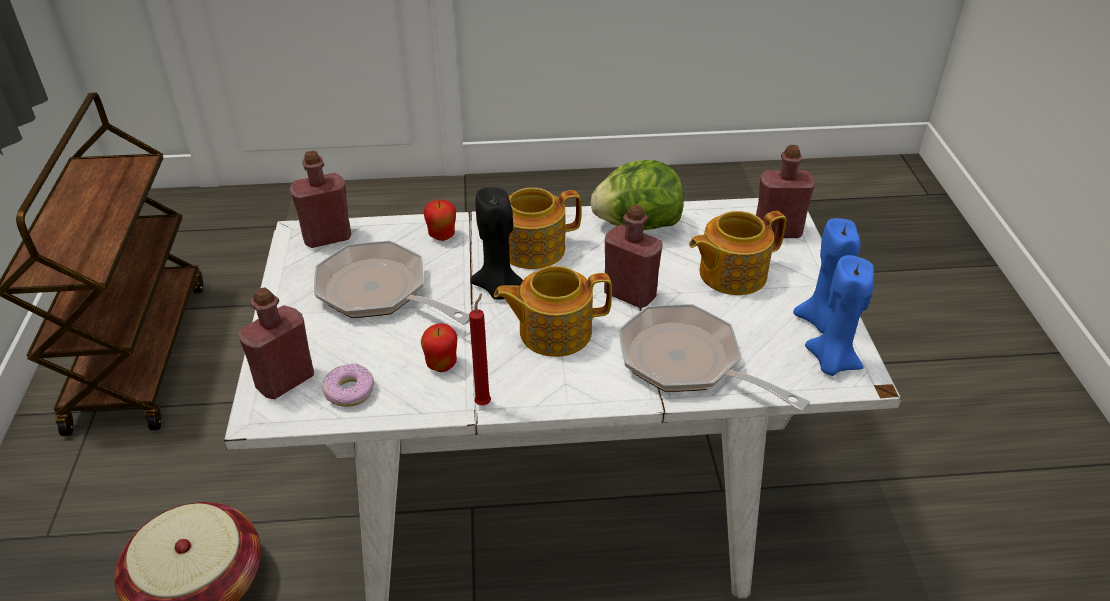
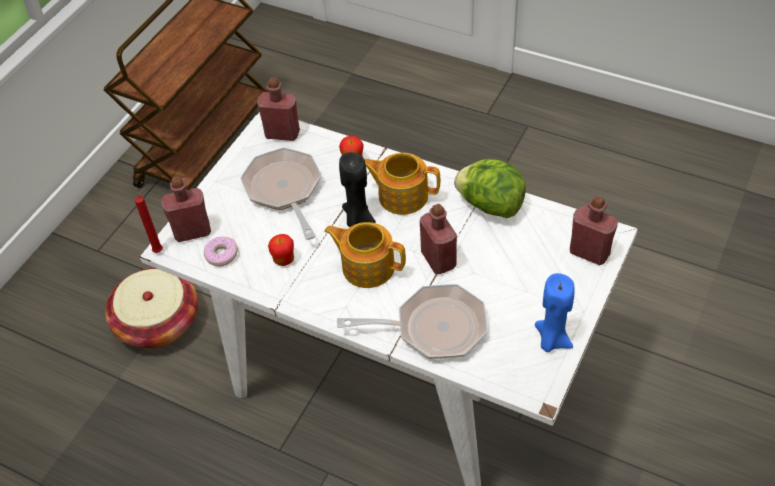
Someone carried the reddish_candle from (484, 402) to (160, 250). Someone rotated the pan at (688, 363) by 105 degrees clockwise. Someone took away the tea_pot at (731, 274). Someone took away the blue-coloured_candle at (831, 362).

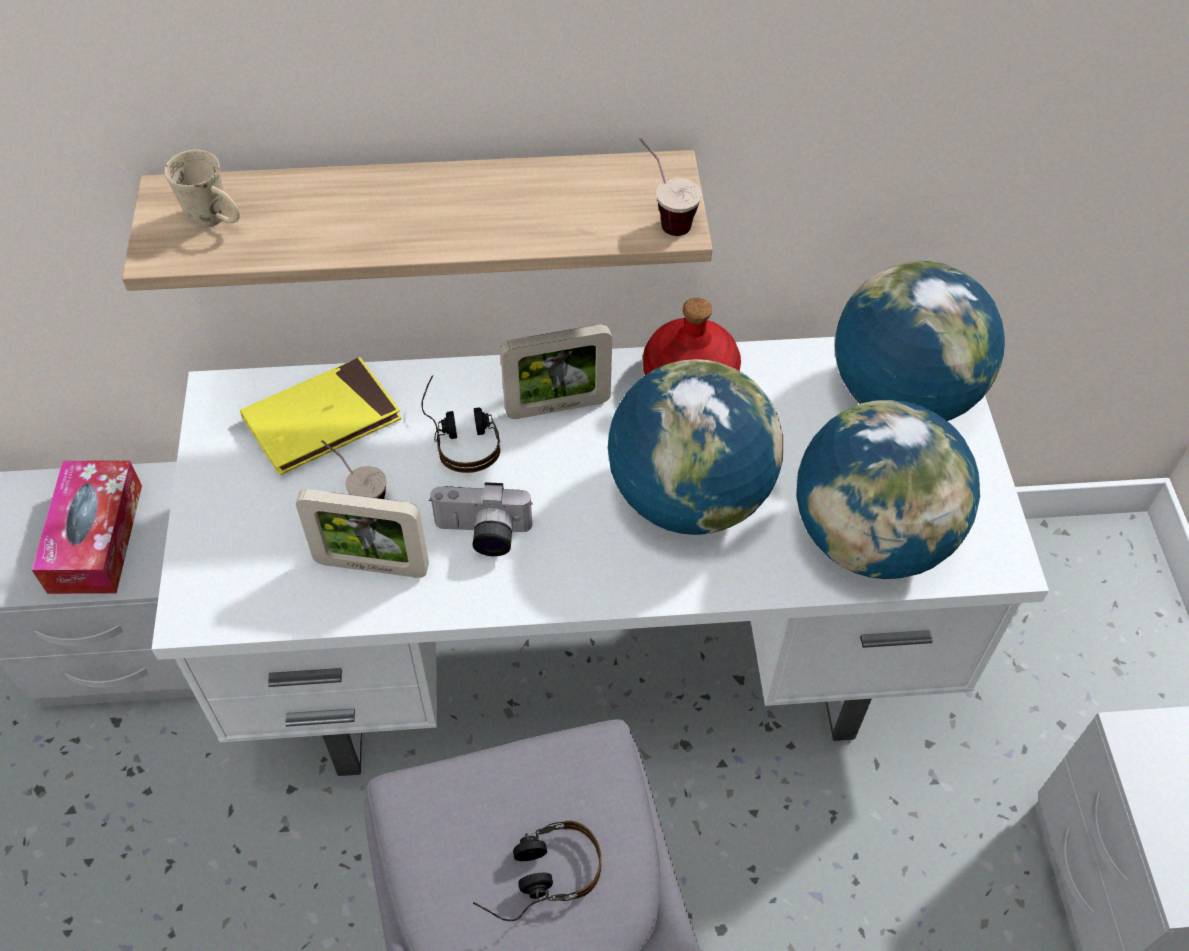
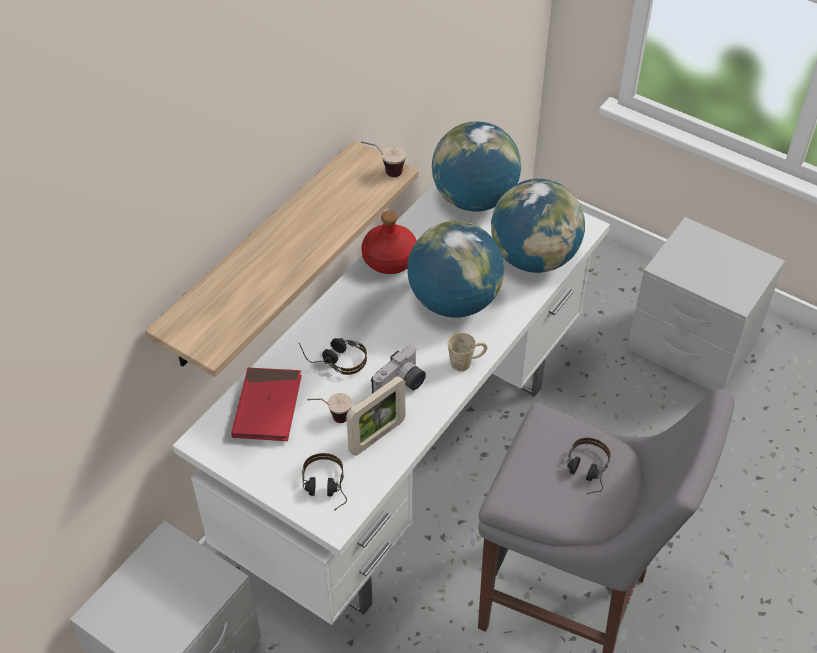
Someone repainted the yellow-coloured_volume at (322, 420), which became the reddish_volume at (267, 407). Someone put down the headset at (325, 490). Someone carried the sand-coloured_coffee_mug from (216, 220) to (467, 362). Someone took away the tissue_holder at (96, 538). Someone took away the photo_frame at (557, 407).

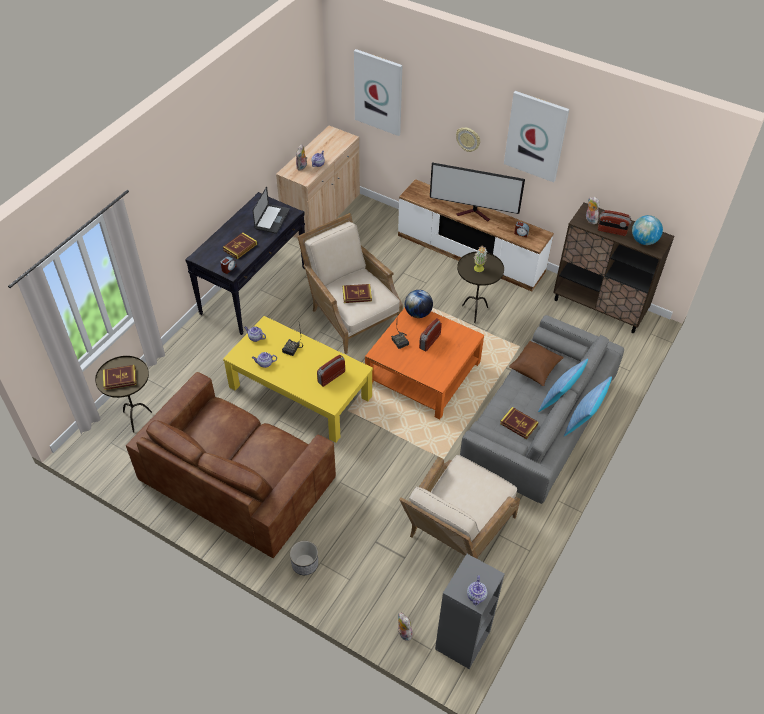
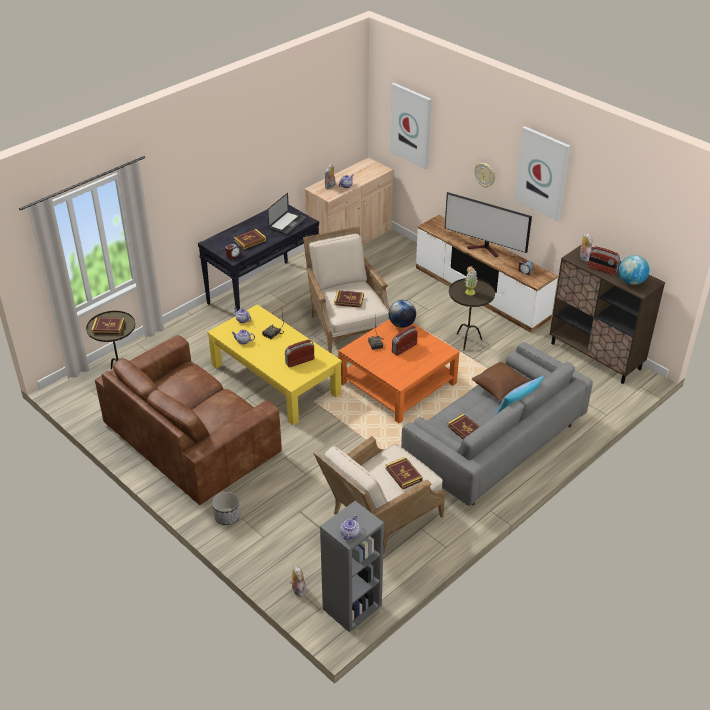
Someone put down the volume at (403, 474). Someone took away the throw_pillow at (583, 421).

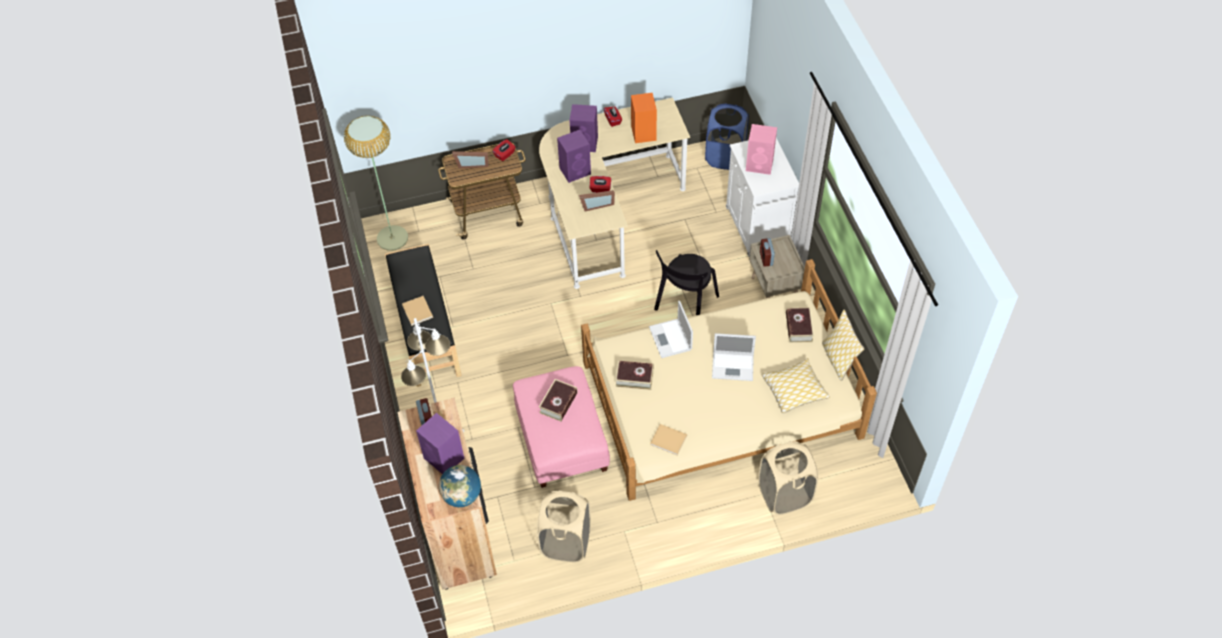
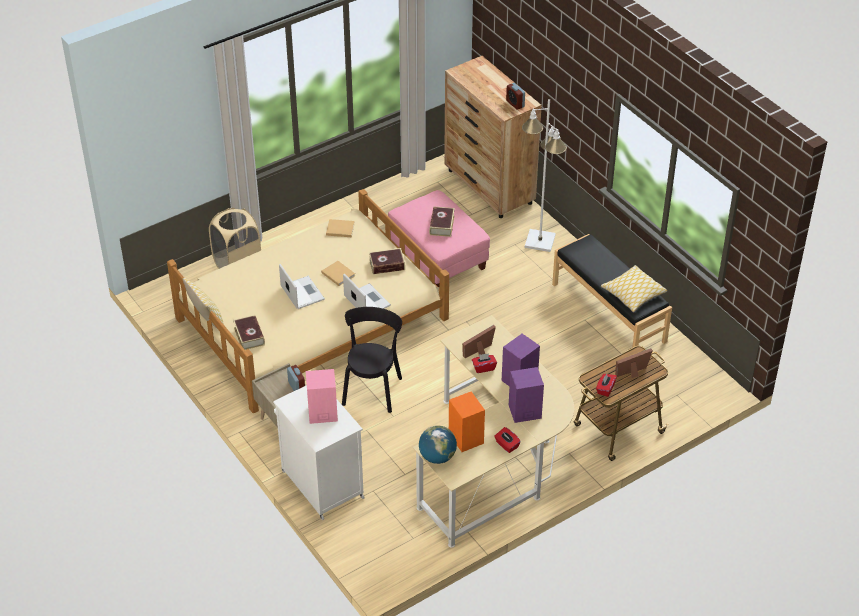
Someone rotated the laptop at (733, 366) by 75 degrees clockwise. Someone carried the sand-coloured_volume from (418, 312) to (337, 273). Someone carried the world_globe from (462, 496) to (437, 457). Someone carried the throw_pillow from (794, 390) to (633, 294). Someone took away the standing_lamp at (392, 238). Someone took away the purplish_audio_speaker at (444, 459). Someone took away the sand-coloured_washing_basket at (566, 543). Someone took away the blue-coloured_washing_basket at (725, 157).

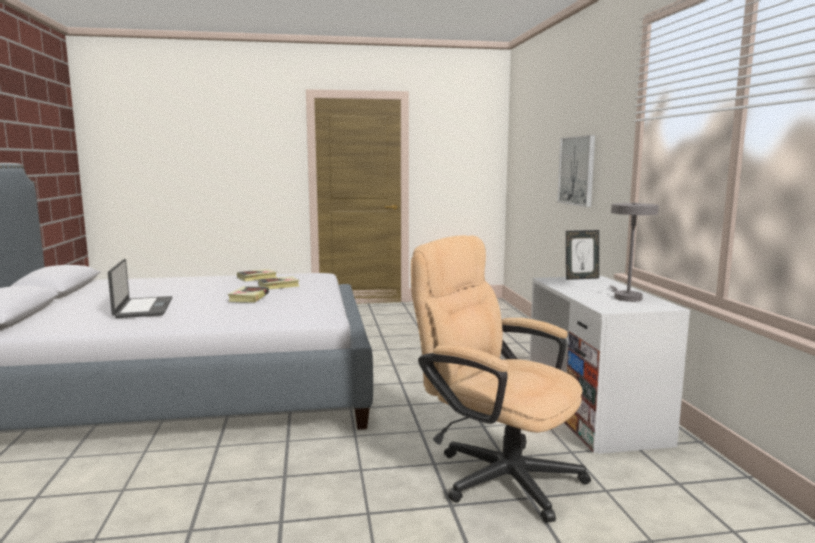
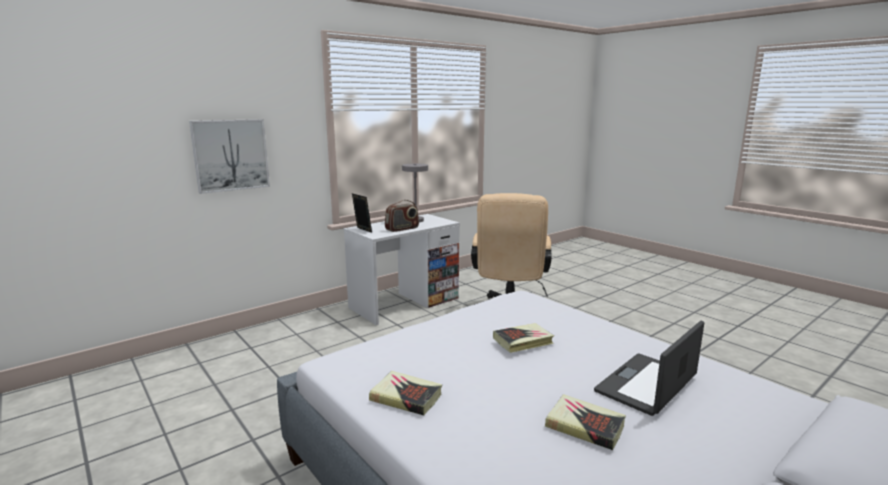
Someone put down the radio_receiver at (402, 229). Someone carried the volume from (279, 286) to (584, 426).

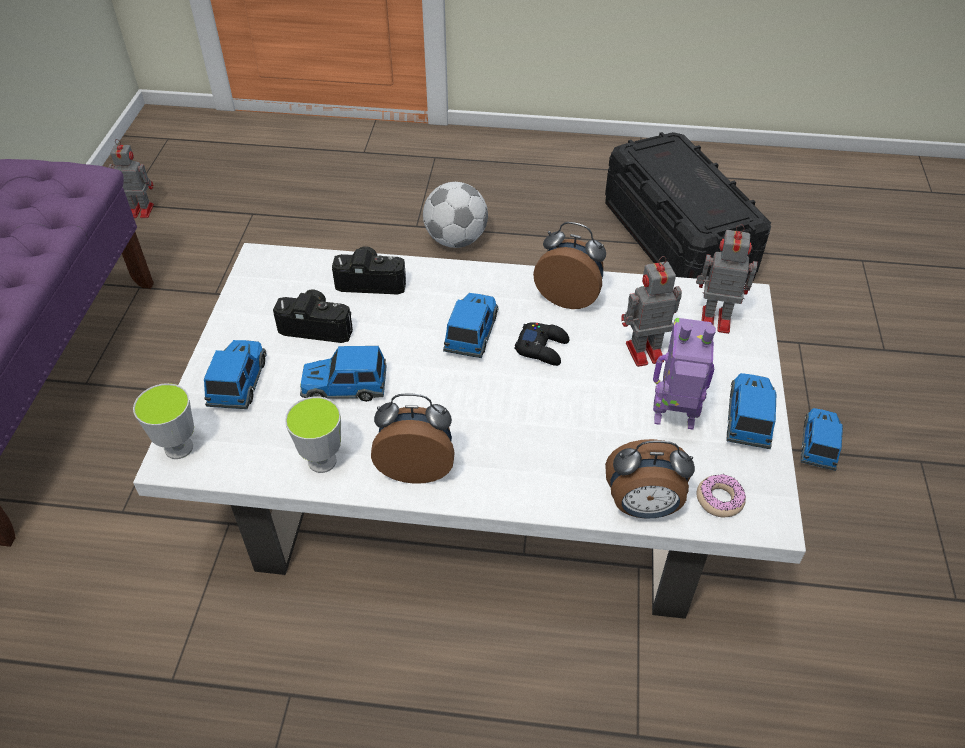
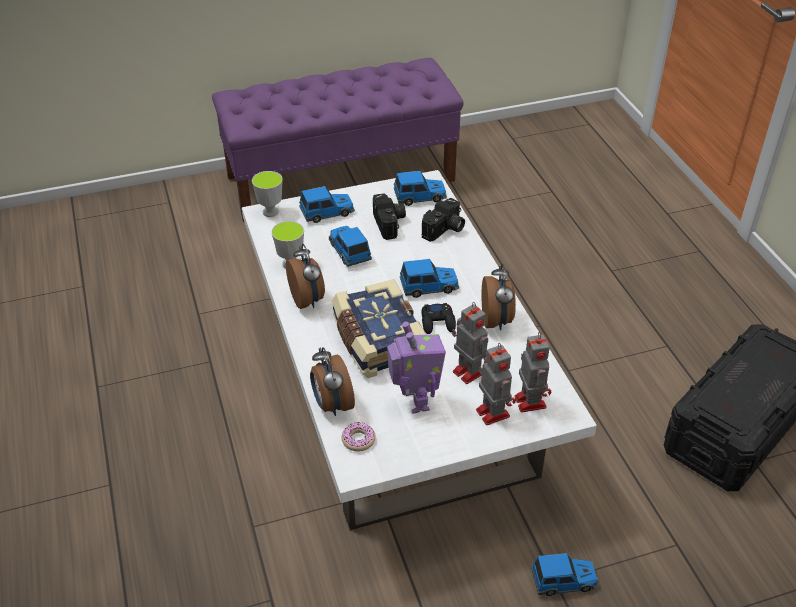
Someone put down the volume at (377, 341). Someone carried the toy_car from (748, 418) to (420, 197). Someone rotated the still_camera at (372, 280) by 60 degrees clockwise. Someone carried the model_robot from (140, 211) to (492, 412). Someone took away the football at (456, 240).

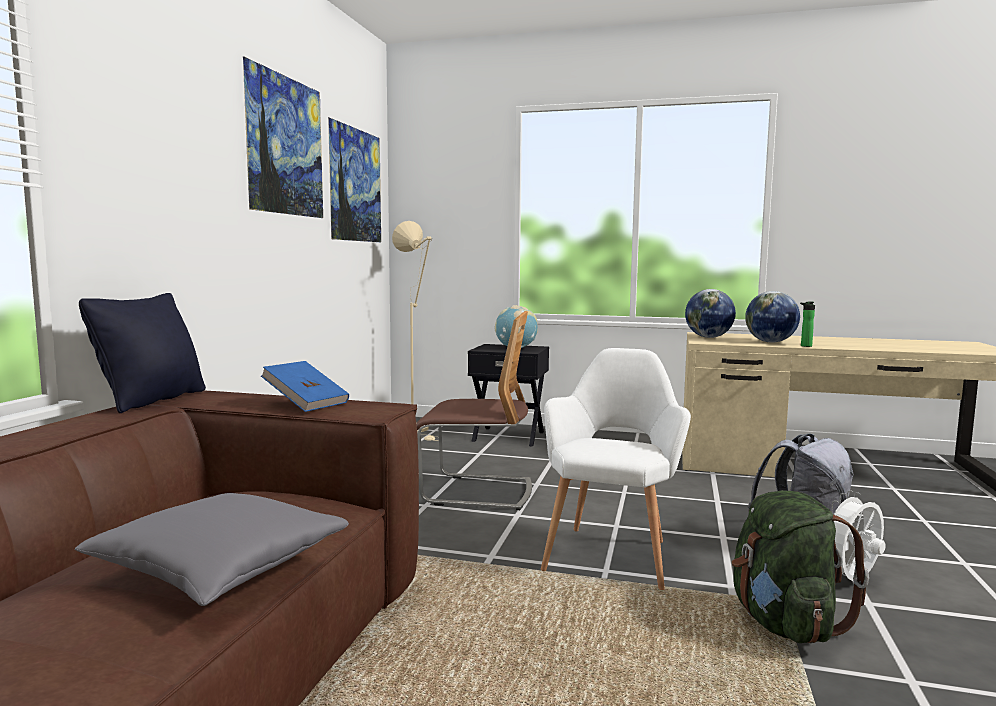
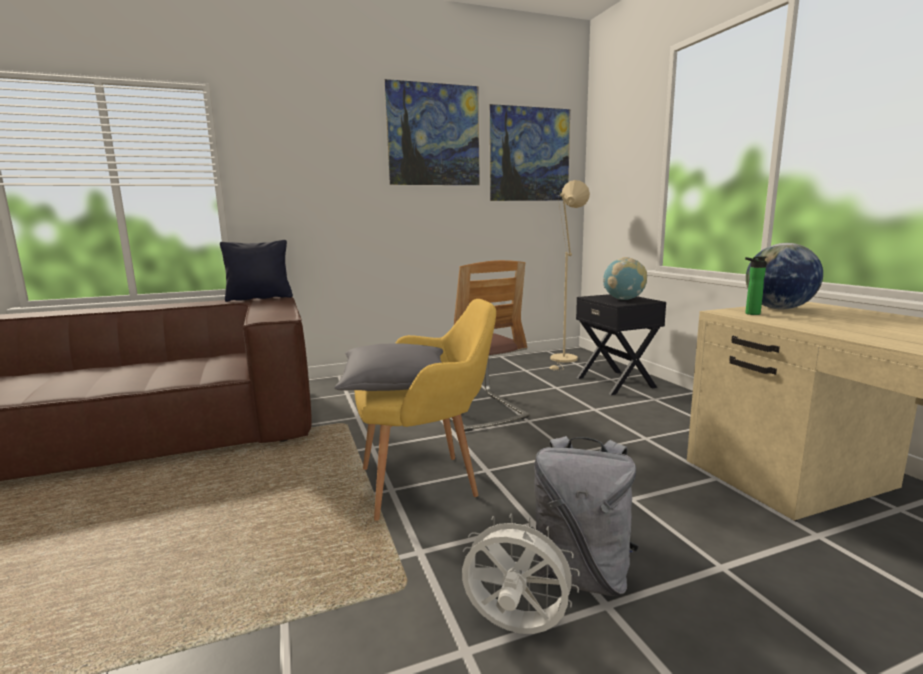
Someone carried the grey_throw_pillow from (220, 569) to (396, 384). Someone repainted the white_lounge_chair at (612, 553), which became the yellow-coloured_lounge_chair at (427, 483). Someone carried the drink_bottle from (805, 346) to (750, 313). Someone took away the blue-coloured_volume at (306, 403). Someone took away the green-coloured_rucksack at (784, 623). Someone took away the world_globe at (770, 342).

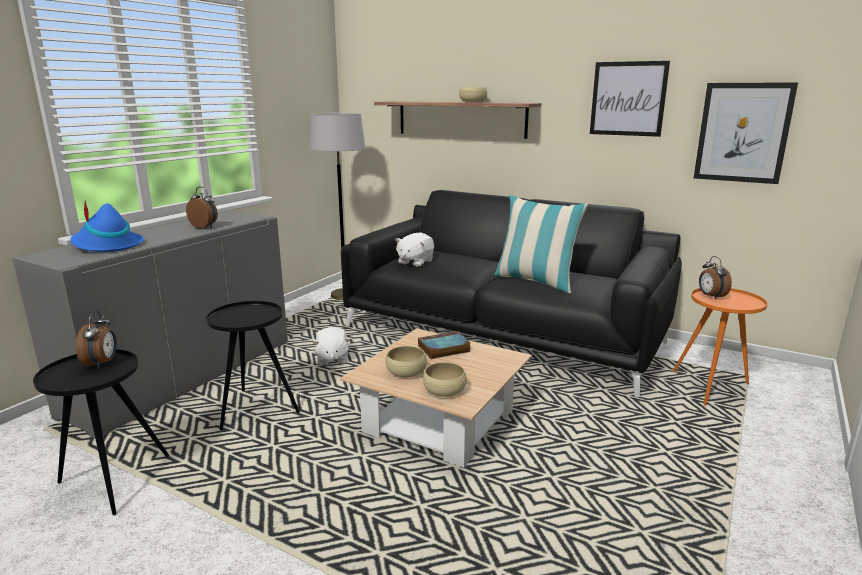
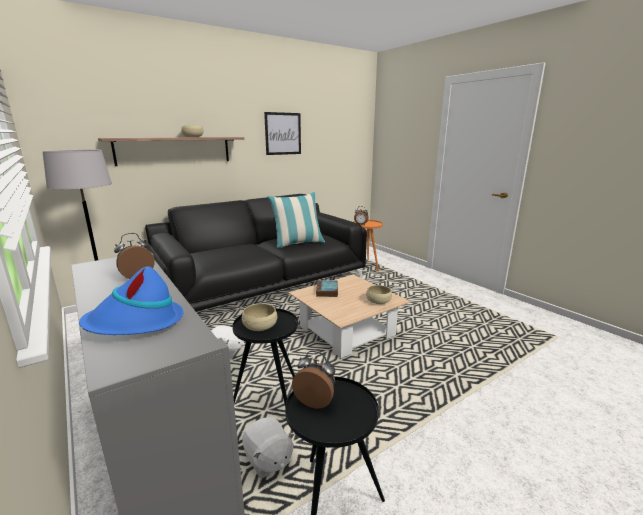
Someone carried the sand-coloured_deep_dish from (406, 372) to (260, 326). Someone carried the white_soft_toy from (415, 262) to (268, 460). Someone took away the picture at (743, 133).

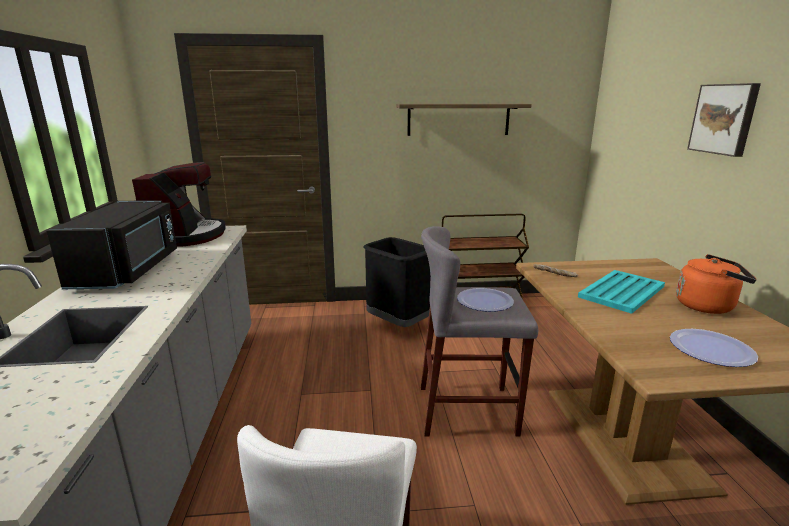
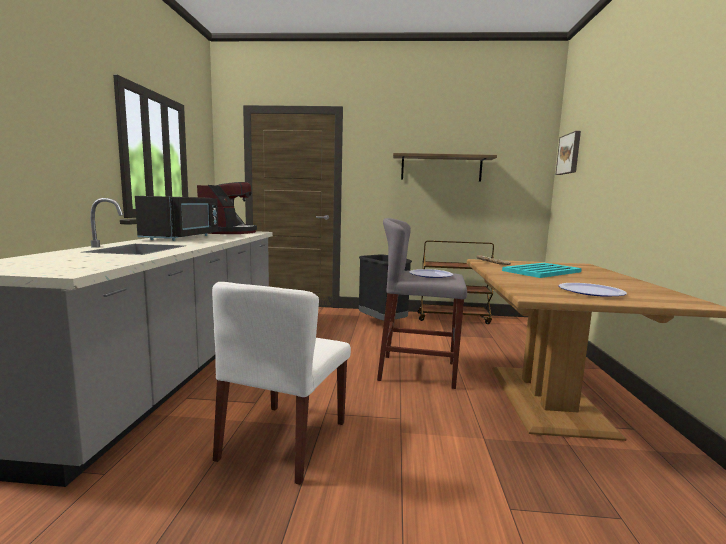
Someone carried the picture from (724, 119) to (569, 154). Someone took away the orange-coloured_water_kettle at (707, 306).

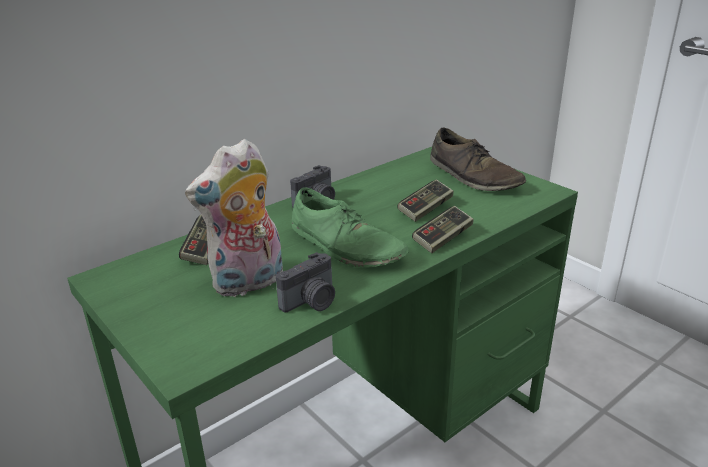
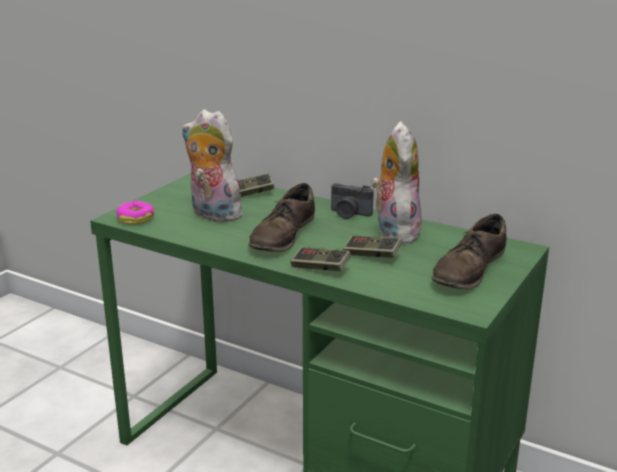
Someone put down the donut at (135, 219). Someone repainted the green-coloured_shoe at (346, 246), which became the brown-coloured_shoe at (283, 235). Someone put down the soft_toy at (394, 231). Someone took away the still_camera at (311, 302).

